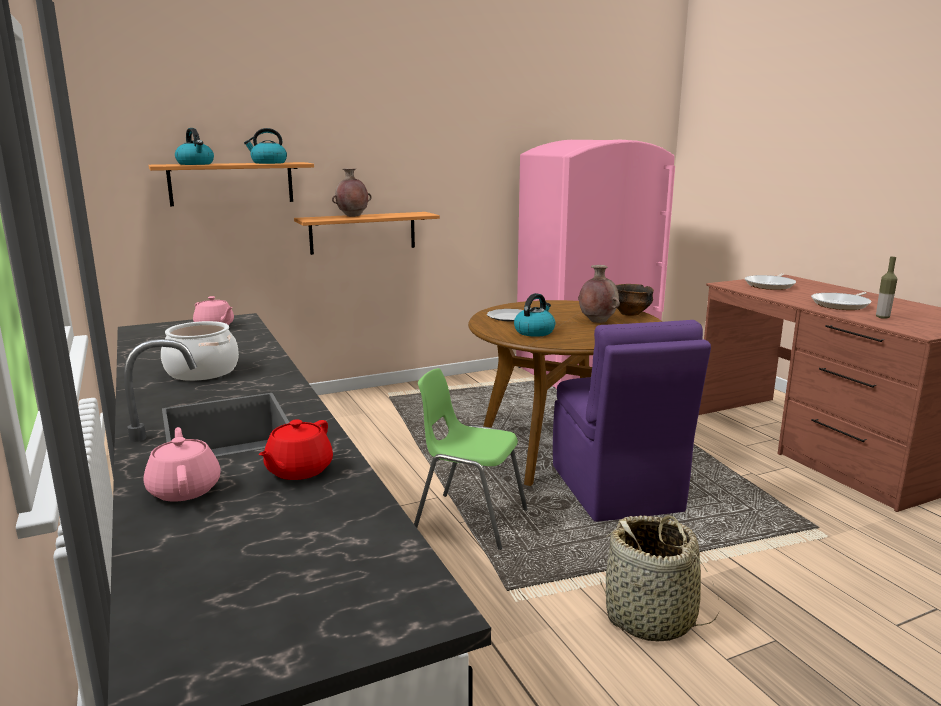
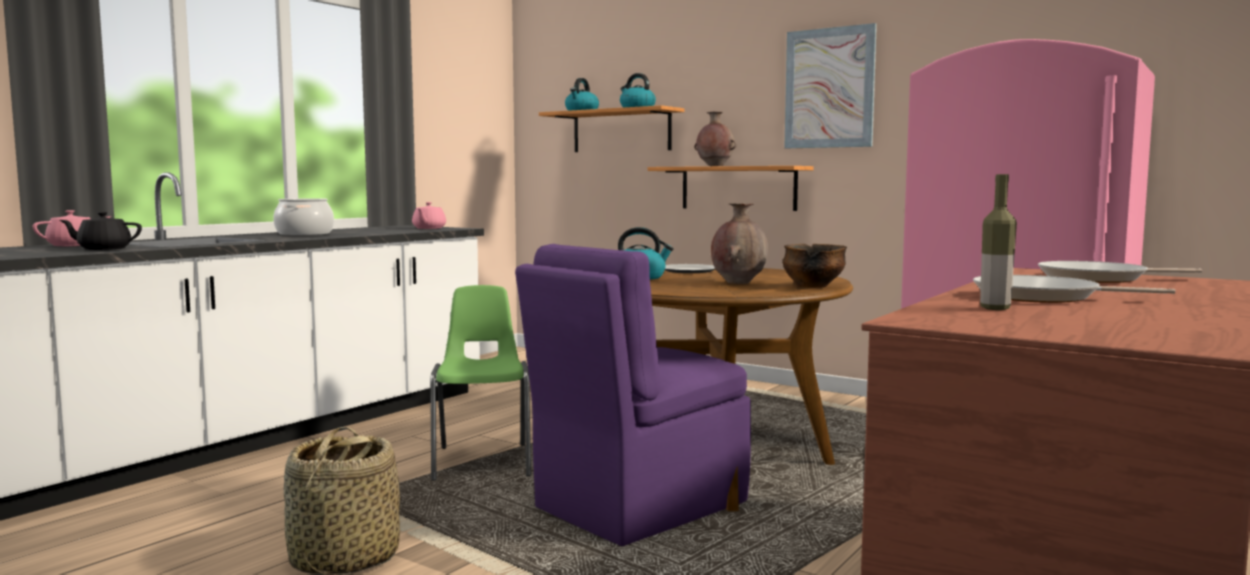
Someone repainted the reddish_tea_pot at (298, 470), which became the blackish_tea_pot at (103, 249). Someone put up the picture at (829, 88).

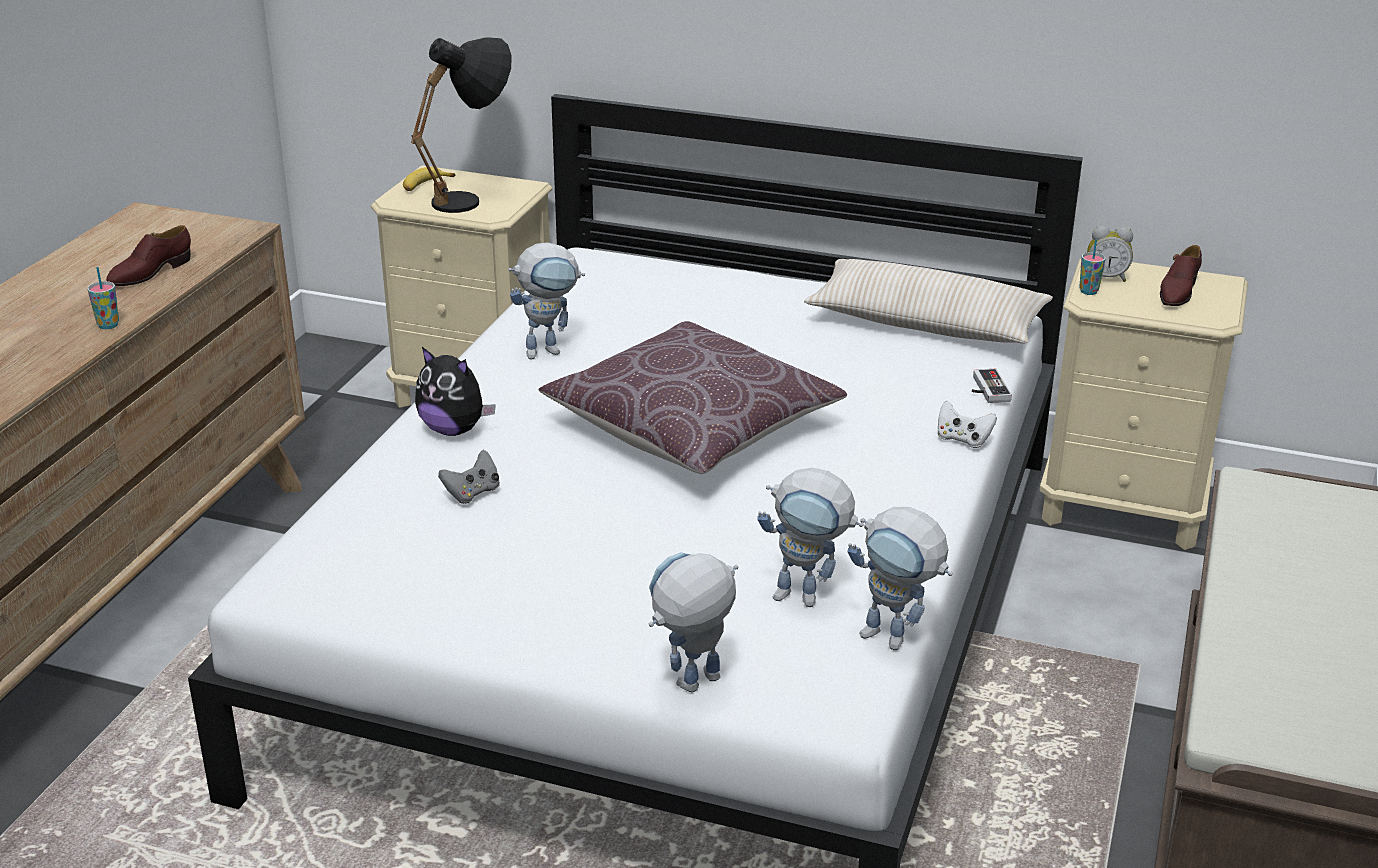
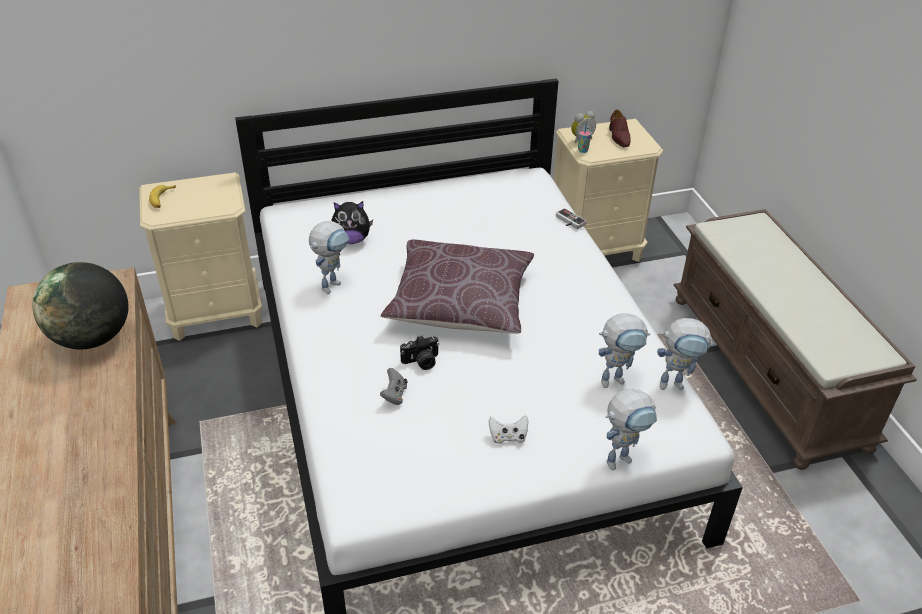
Someone swapped the brown-coloured_shoe at (150, 272) for the world_globe at (92, 338). Someone carried the soft_toy from (454, 430) to (352, 240). Someone put down the still_camera at (421, 362). Someone carried the white_game_controller from (963, 439) to (508, 437). Someone rotated the model_robot at (692, 688) by 135 degrees counterclockwise. Someone took away the drinking_cup at (108, 325). Someone took away the blackish_lamp_for_a_table at (472, 200). Someone took away the sand-coloured_throw_pillow at (926, 323).

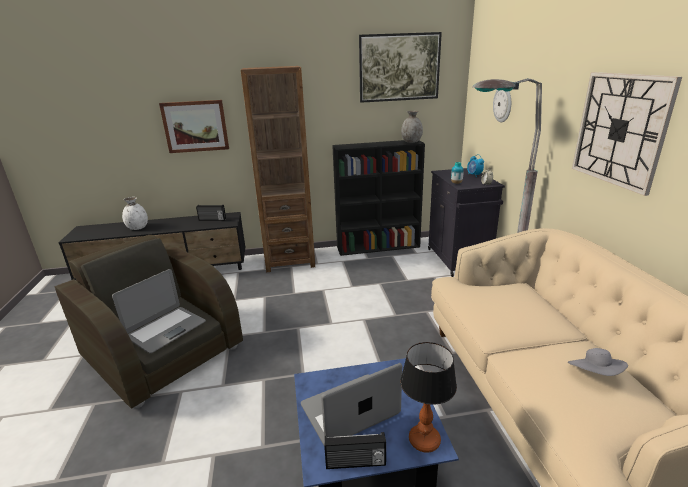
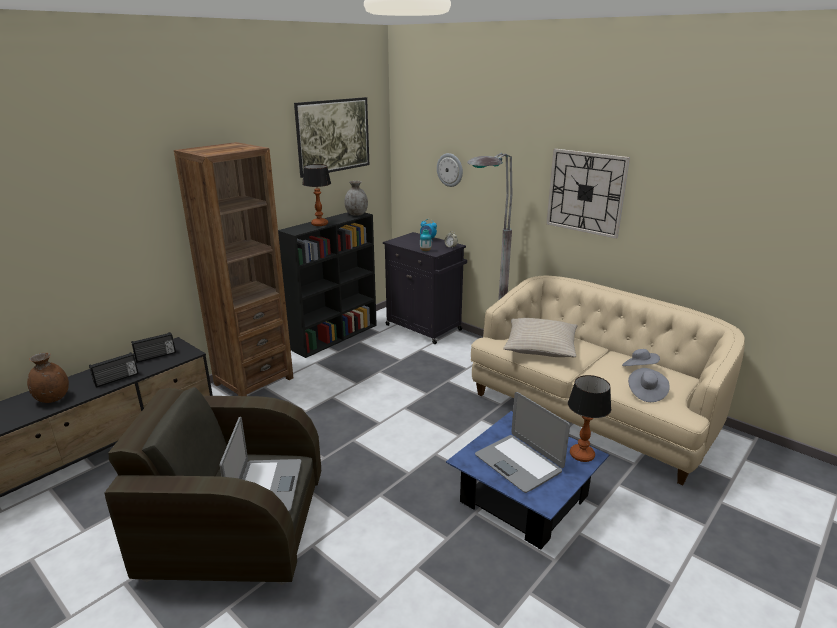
Someone repainted the white_decorative_vase at (137, 228), which became the brown-coloured_decorative_vase at (52, 398). Someone carried the radio_receiver from (355, 463) to (116, 379). Someone put down the lamp_for_a_table at (319, 224). Someone rotated the laptop at (350, 411) by 60 degrees counterclockwise. Someone put down the sand-coloured_throw_pillow at (540, 346). Someone put down the grey_wearable_hat at (646, 392). Someone took away the picture at (195, 126).

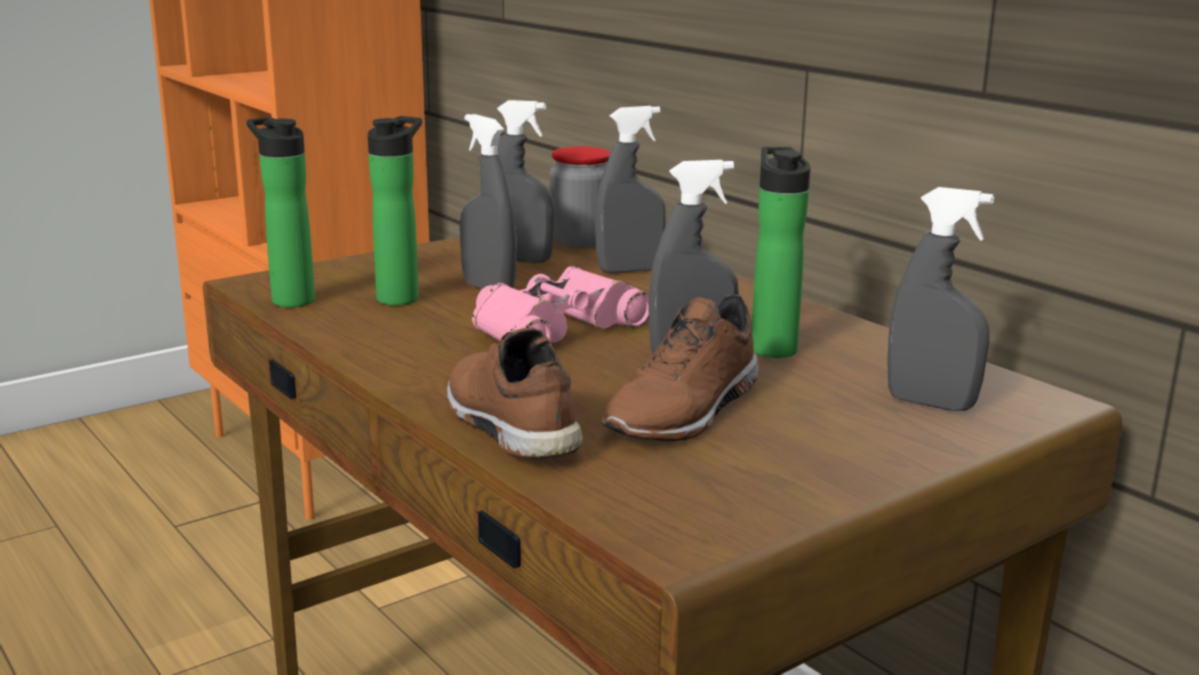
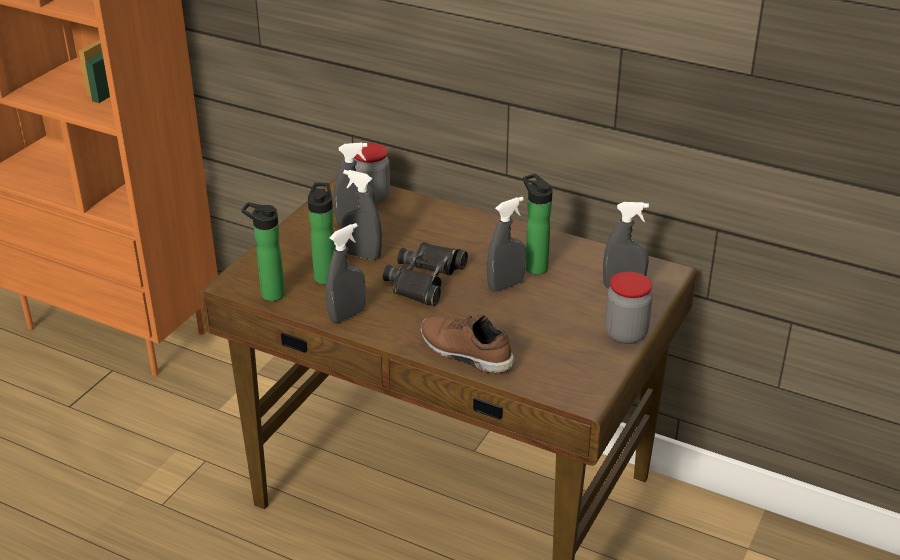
Someone carried the grey_sprayer from (629, 270) to (347, 315). Someone repainted the pink_binoculars at (555, 328), which became the blackish_binoculars at (425, 280). Someone put down the jar at (625, 334). Someone took away the brown-coloured_shoe at (687, 412).

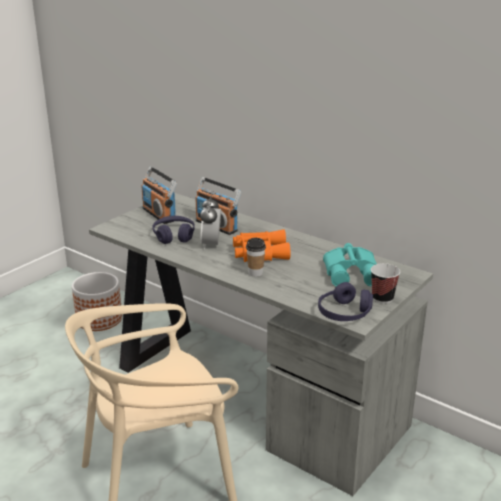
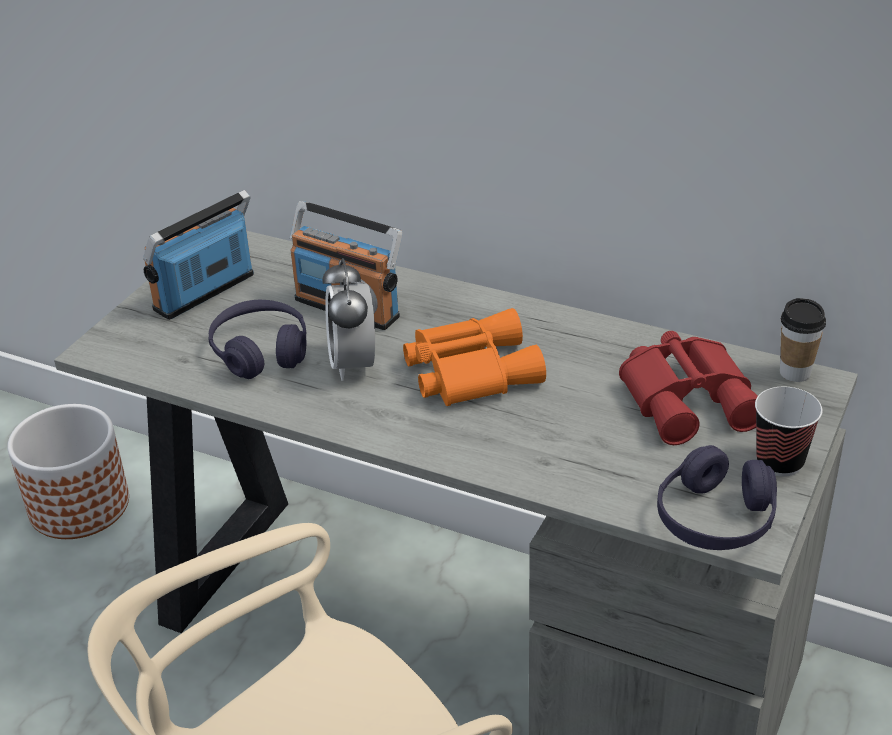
Someone rotated the radio_receiver at (159, 214) by 90 degrees clockwise. Someone repainted the turquoise_binoculars at (352, 272), which became the reddish_binoculars at (690, 398). Someone carried the drinking_cup from (255, 273) to (795, 372).

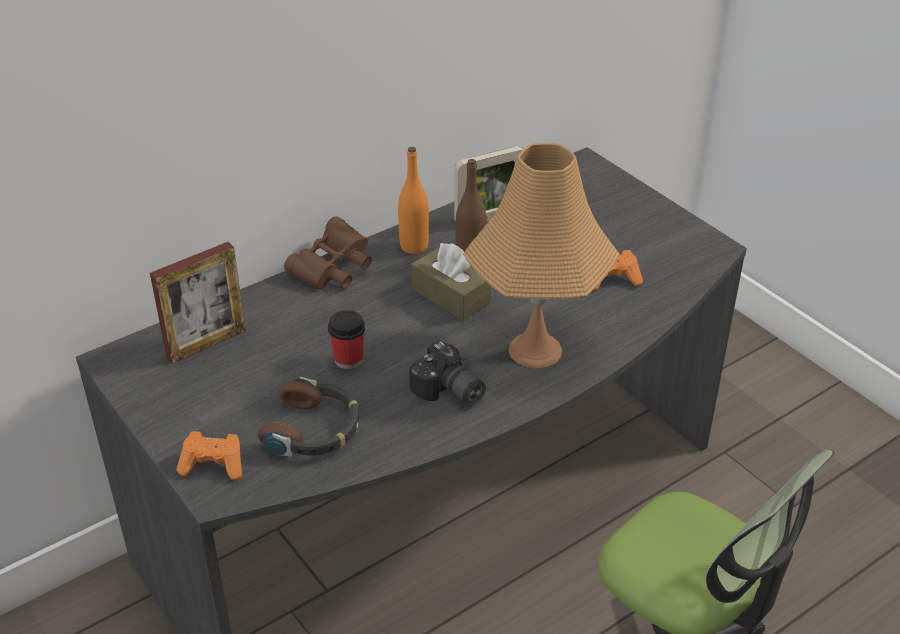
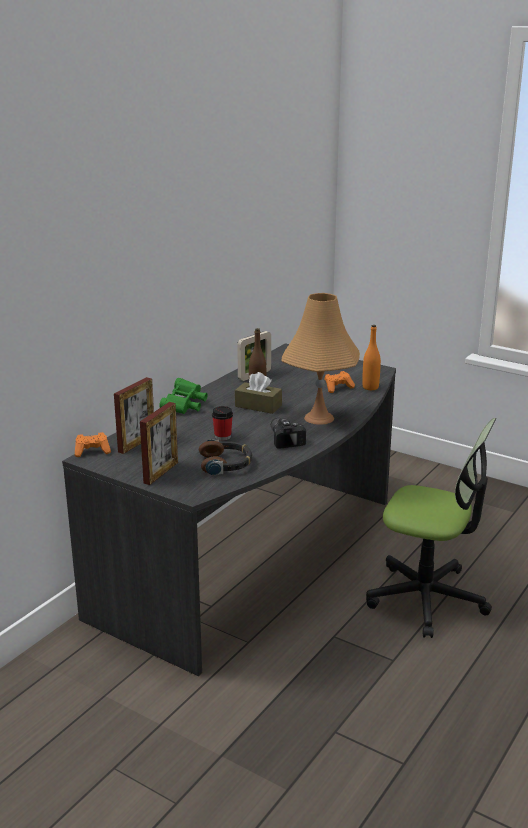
Someone carried the orange-coloured_game_controller from (214, 465) to (92, 451). Someone put down the photo_frame at (161, 473). Someone repainted the brown-coloured_binoculars at (333, 270), which became the green-coloured_binoculars at (184, 406). Someone rotated the still_camera at (448, 392) by 135 degrees counterclockwise. Someone carried the orange-coloured_drink_bottle from (414, 246) to (370, 387).

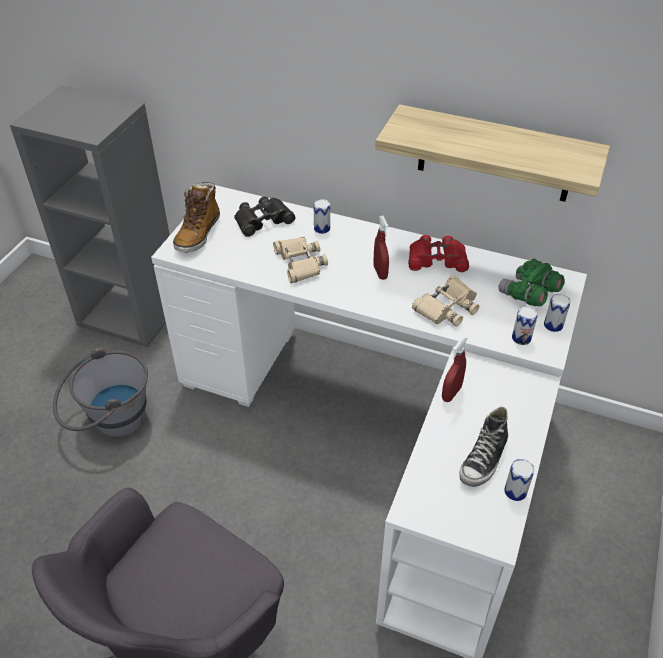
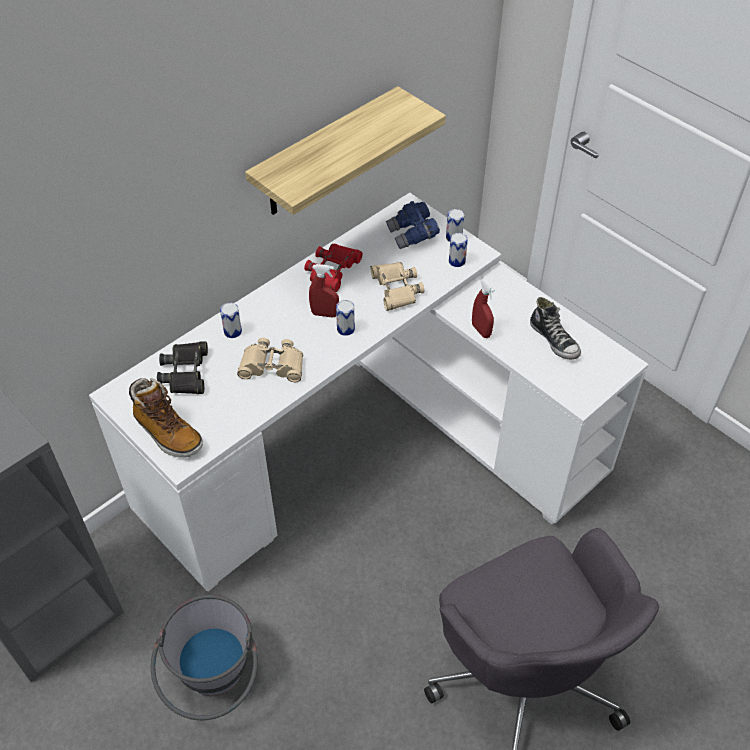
Someone carried the sealed_can from (515, 491) to (345, 329). Someone repainted the green-coloured_binoculars at (528, 295), which became the blue-coloured_binoculars at (412, 235).

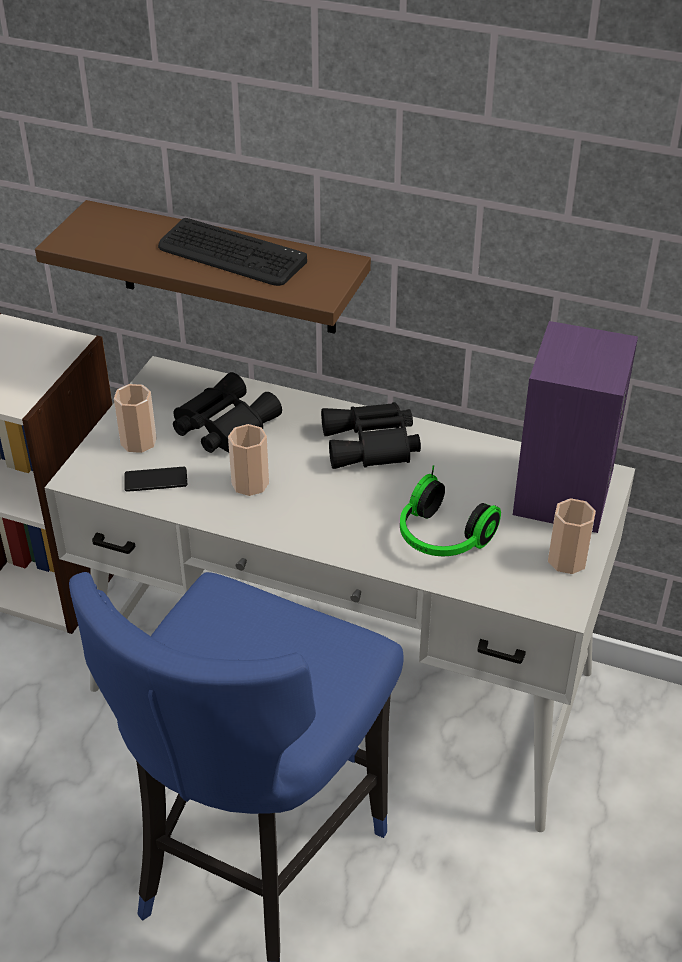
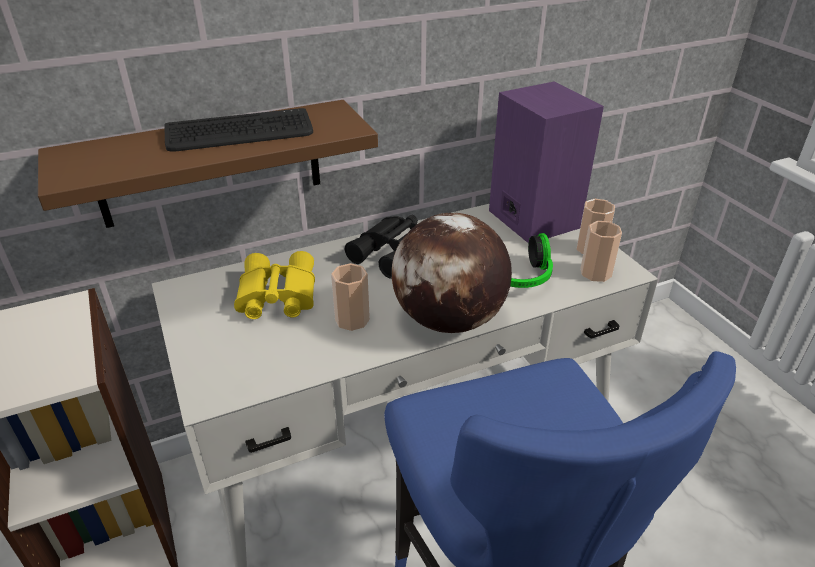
Someone repainted the blackish_binoculars at (222, 424), which became the yellow-coloured_binoculars at (275, 296). Someone put down the world_globe at (449, 320). Someone carried the drinking_cup from (138, 441) to (595, 273). Someone took away the phone at (155, 480).

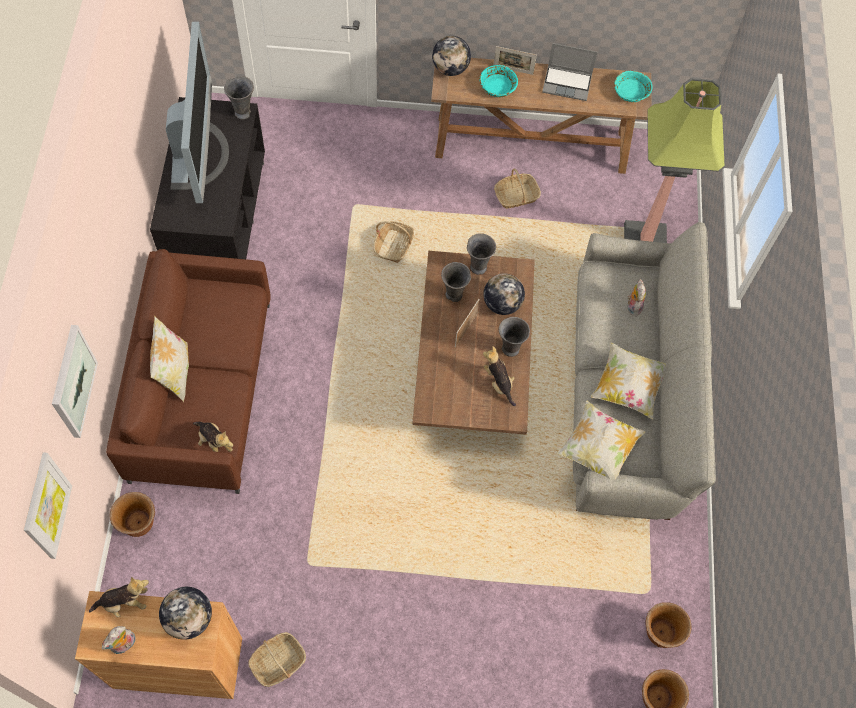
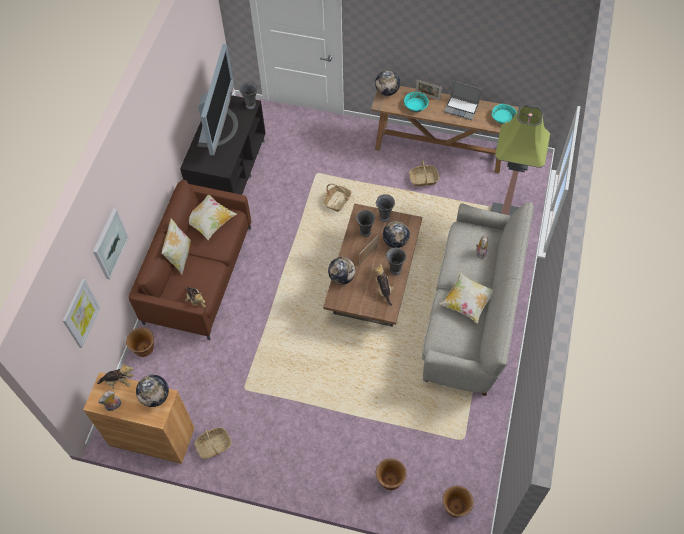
Someone carried the throw_pillow from (598, 448) to (210, 222). Someone put down the world_globe at (342, 277). Someone carried the brown-coloured_planter from (660, 633) to (390, 480).

